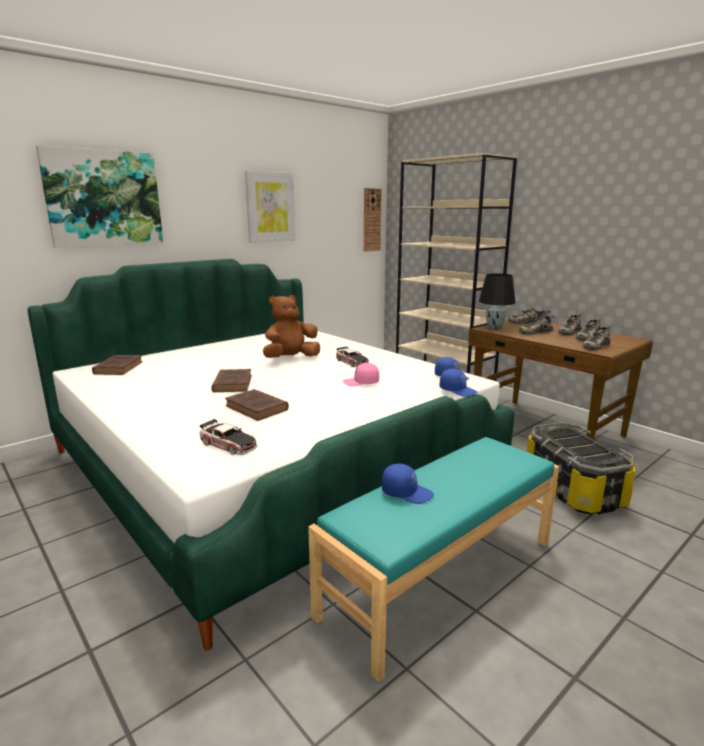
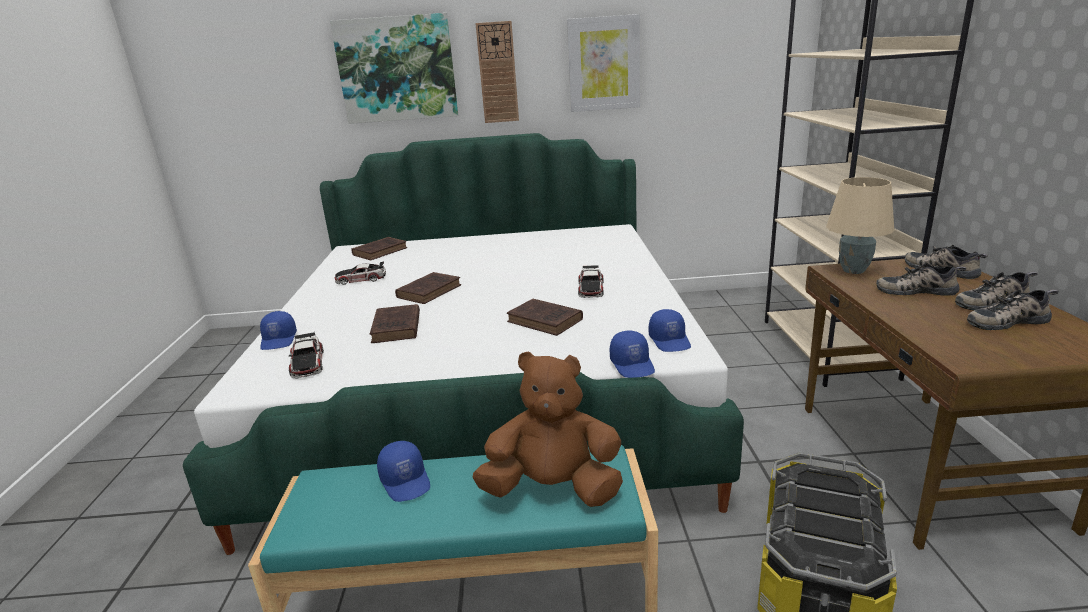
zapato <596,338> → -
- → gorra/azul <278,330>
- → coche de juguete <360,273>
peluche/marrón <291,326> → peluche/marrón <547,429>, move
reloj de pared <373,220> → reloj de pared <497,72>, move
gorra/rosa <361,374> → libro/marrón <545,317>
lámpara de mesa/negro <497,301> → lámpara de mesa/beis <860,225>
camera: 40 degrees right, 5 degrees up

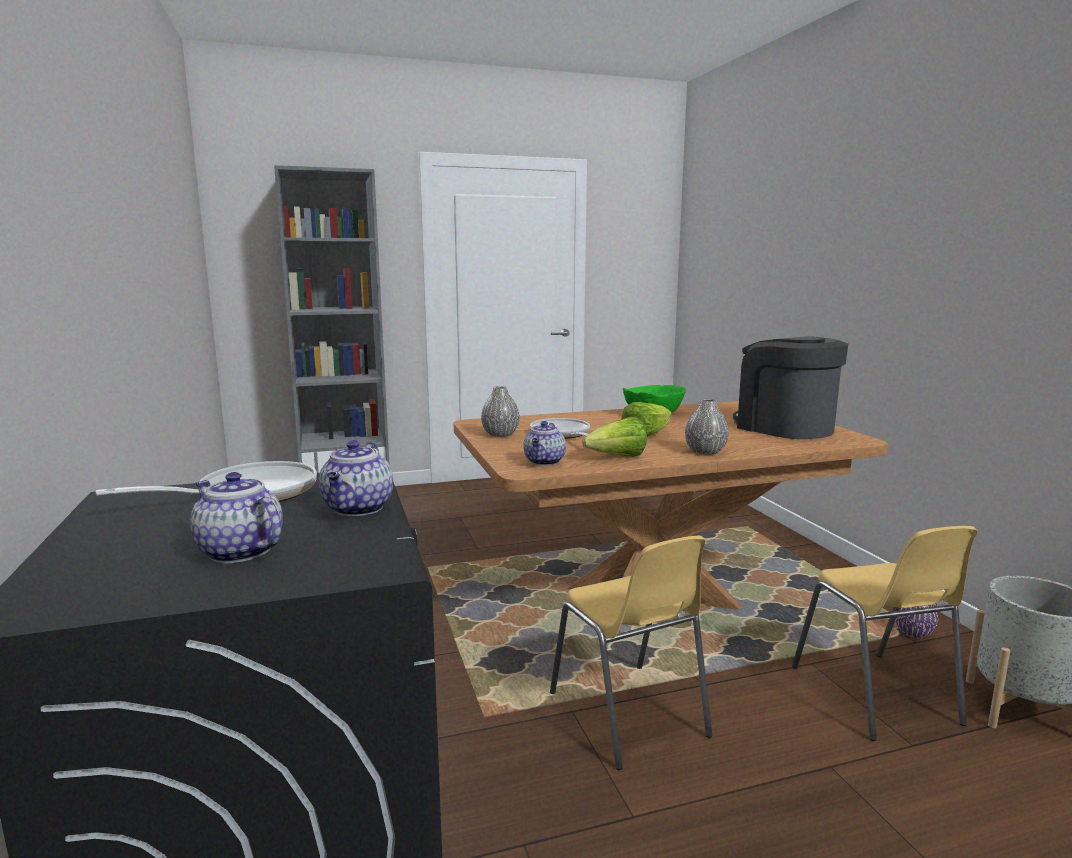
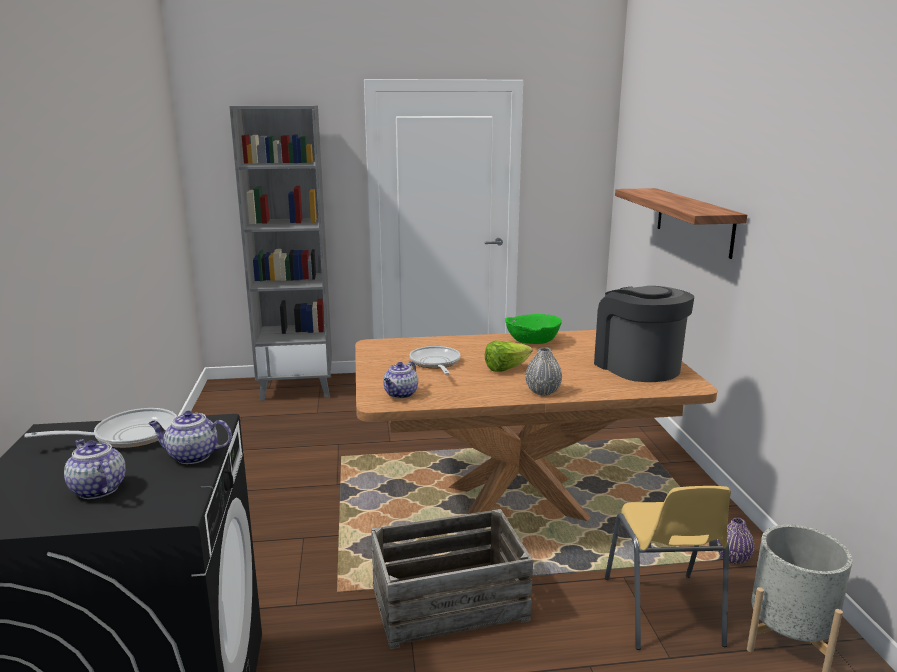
florero/gris <500,411> → -
lechuga <614,437> → -
- → estante <681,223>
silla/amarillo <631,653> → caja de embalaje <452,579>
tetera <356,478> → tetera <190,437>, 75 degrees clockwise
camera: 10 degrees right, 5 degrees up

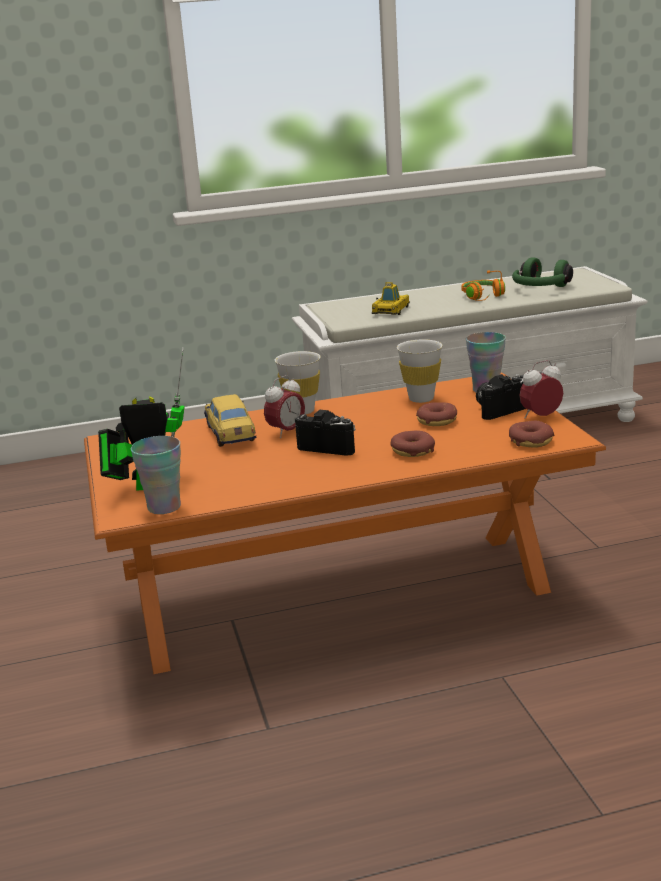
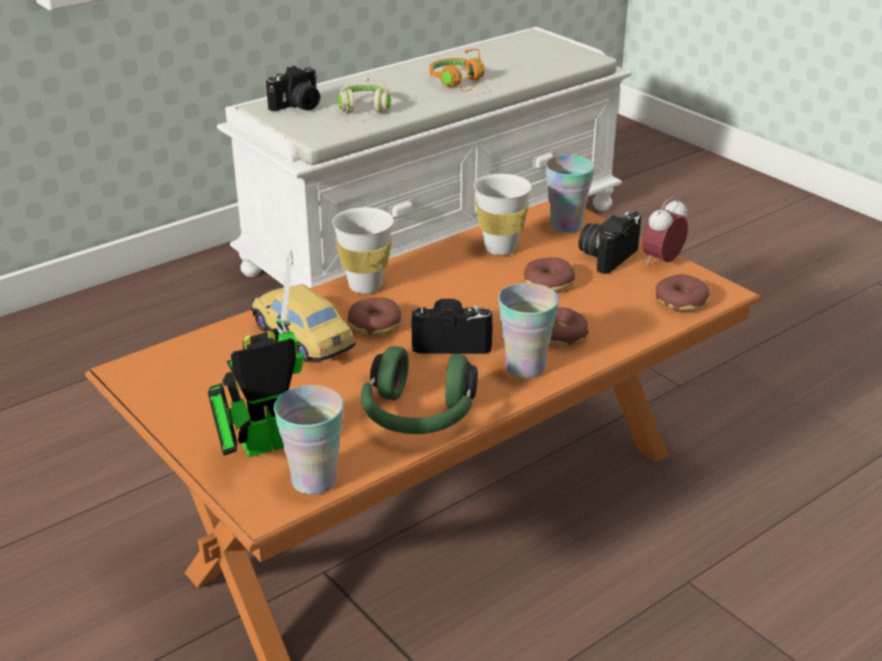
- → cámara <293,88>
- → taza <528,331>
auriculares/verde <542,272> → auriculares/verde <419,390>, move
despertador <284,406> → rosquilla <374,316>
coche de juguete <391,298> → auriculares/beis <360,97>
camera: 25 degrees left, 10 degrees up

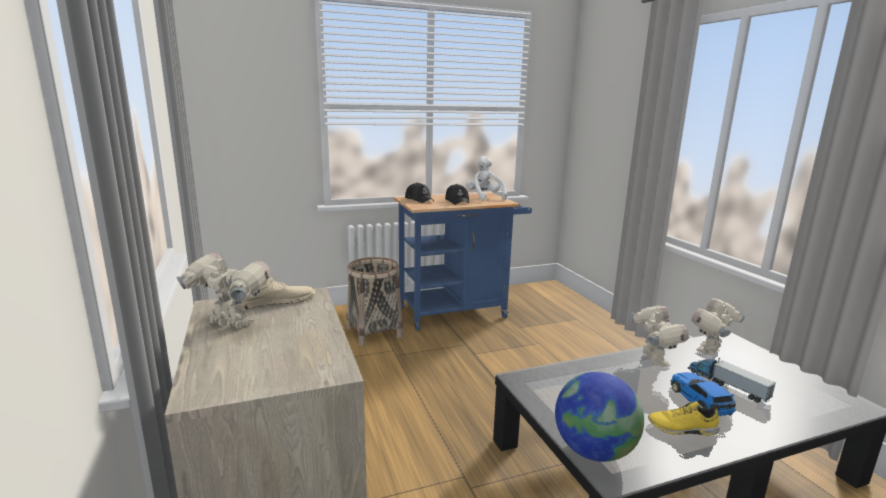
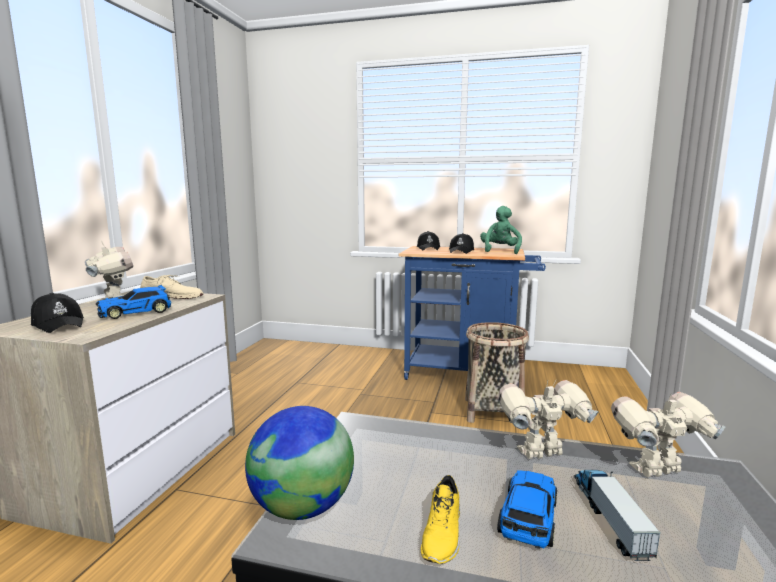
- → gorra/negro <57,313>
- → coche de juguete <133,302>
cesta <375,301> → cesta <497,372>, move
peluche/blanco <486,178> → peluche/verde <501,230>
robot de juguete <660,336> → robot de juguete <548,419>, 135 degrees counterclockwise
zapato/amarillo <684,418> → zapato/amarillo <440,519>, 120 degrees counterclockwise
camera: 35 degrees right, 5 degrees down

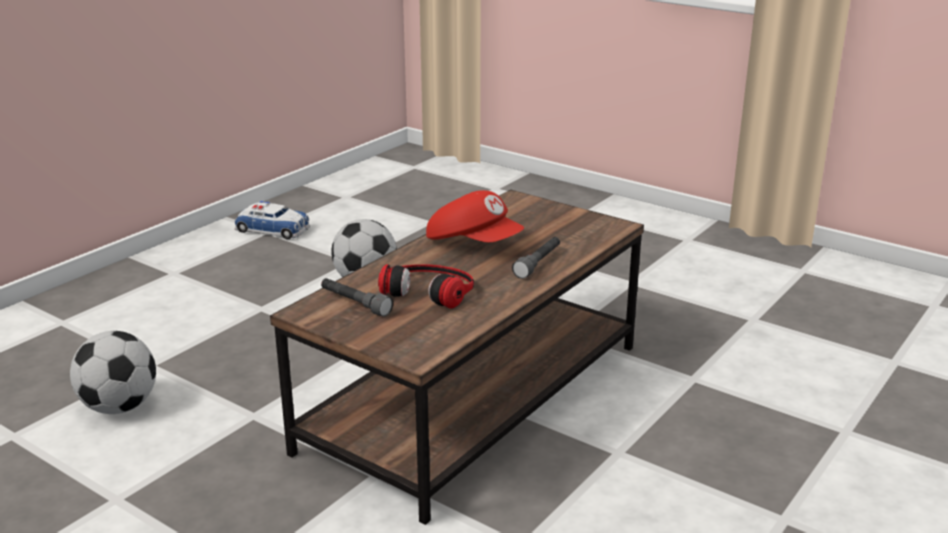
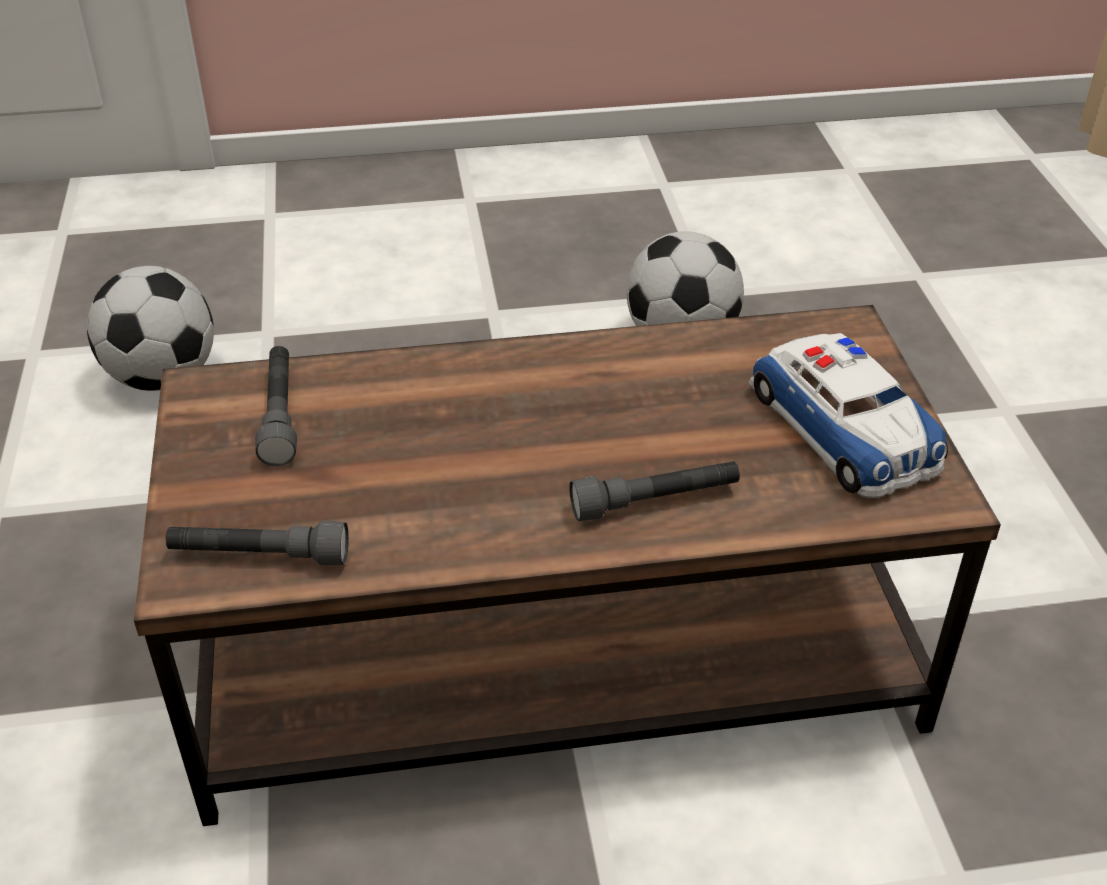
auriculares <426,286> → -
gorra/rojo <475,216> → -
- → linterna/gris <257,542>
coche de juguete <272,220> → coche de juguete <848,415>, move
camera: 45 degrees right, 15 degrees up

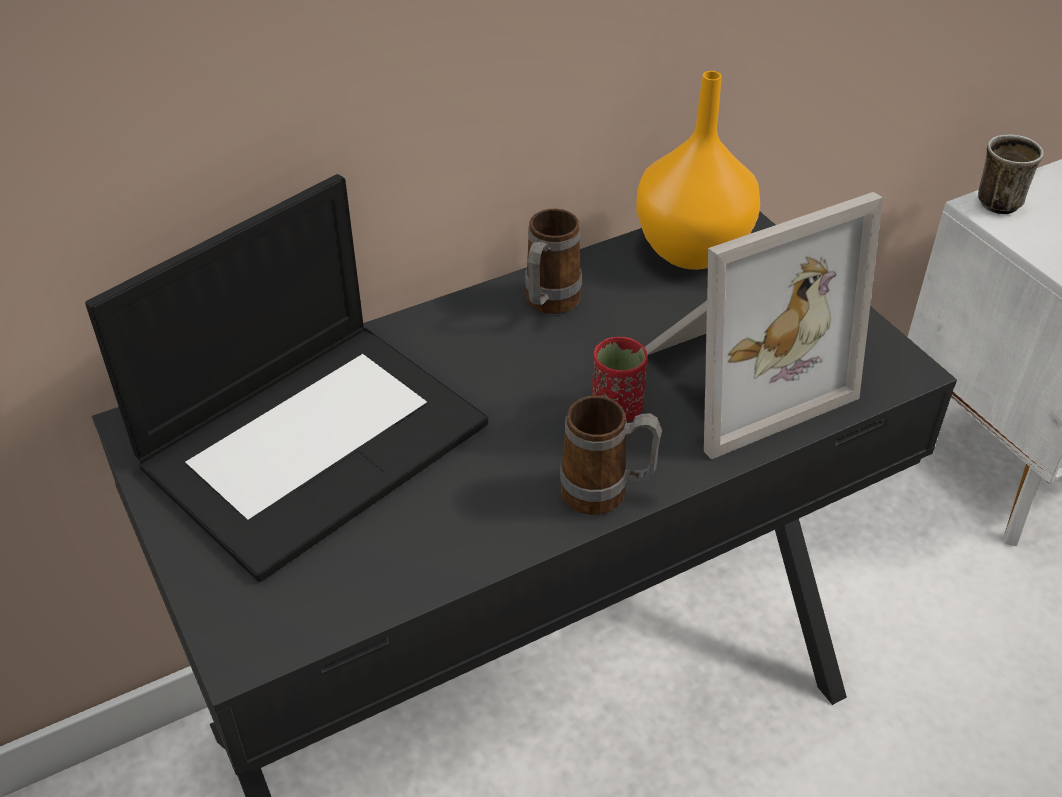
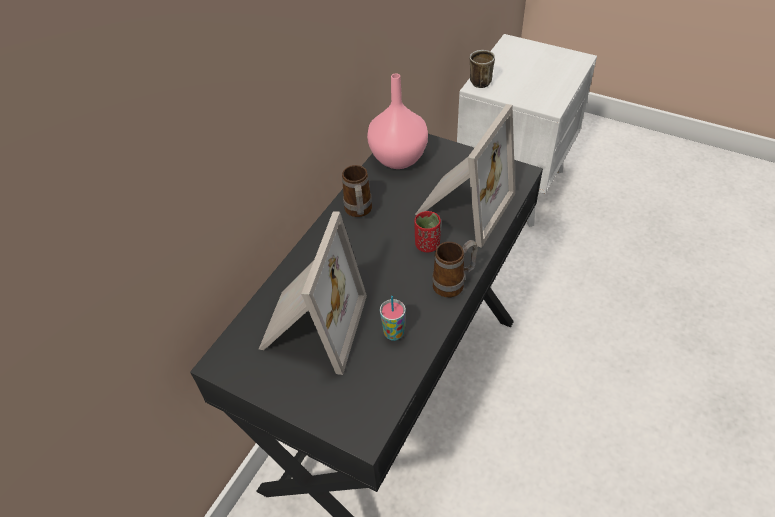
- → taza <393,318>
portátil <286,378> → portarretratos <313,293>
florero/naranja <698,170> → florero/rosa <397,121>
camera: 30 degrees left, 5 degrees up

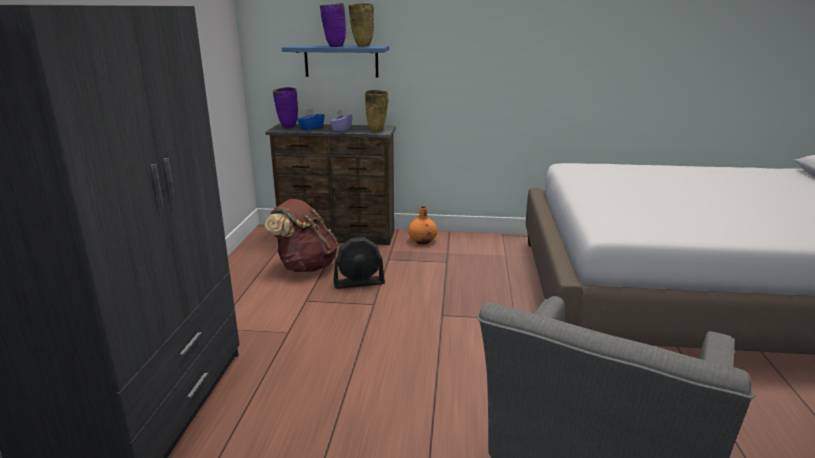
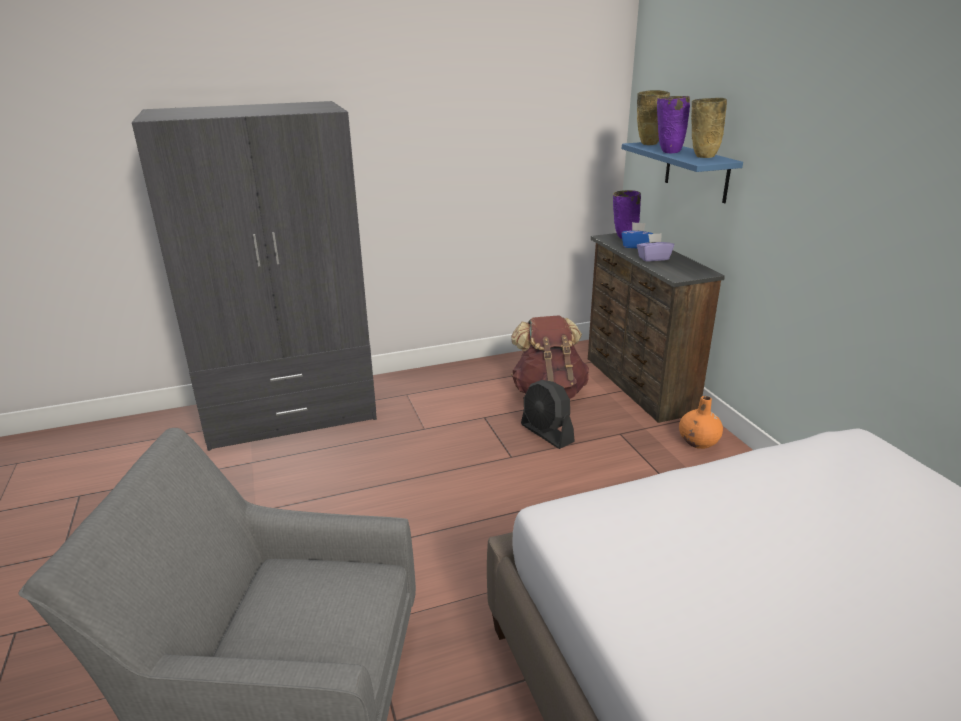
florero/beis <377,111> → florero/beis <653,117>, move
camera: 65 degrees right, 5 degrees up

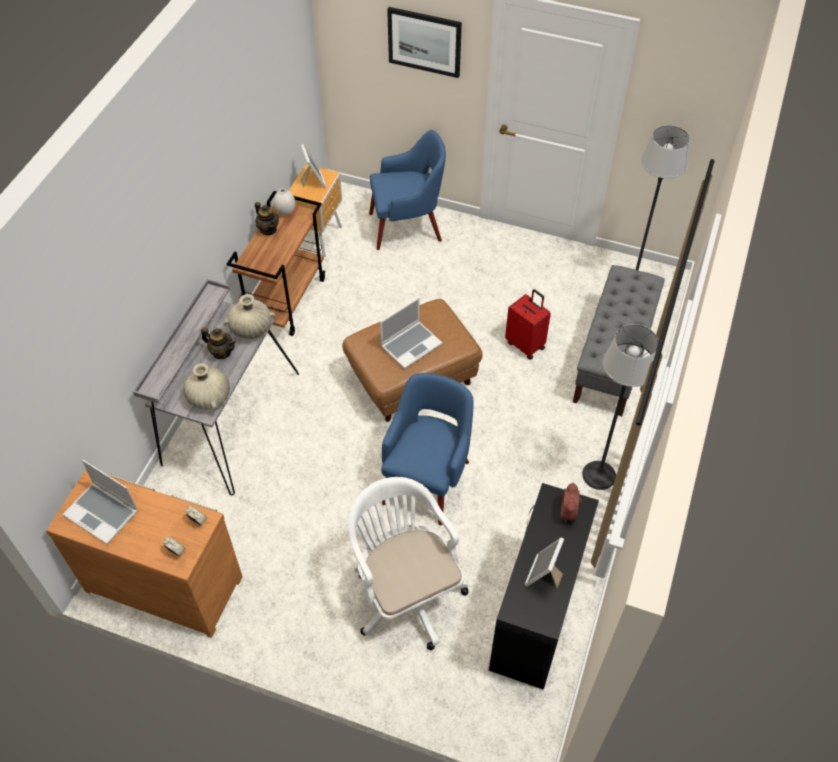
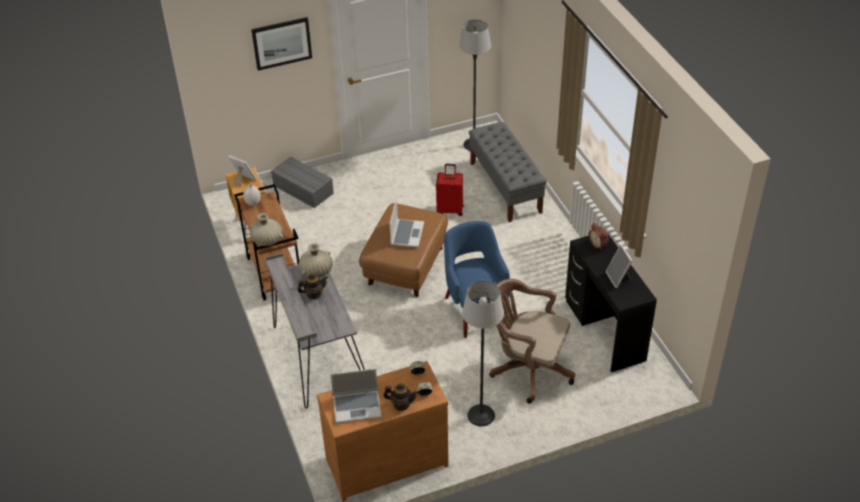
florero/beis <206,386> → florero/beis <266,229>, move
tetera <267,218> → tetera <400,397>, move
lámpara de pie <620,407> → lámpara de pie <483,354>, move
sillón/azul <407,190> → caja de almacenaje/gris <302,182>
silla de oficina/blanco <408,563> → silla de oficina/marrón <532,341>
camera: 40 degrees left, 10 degrees down

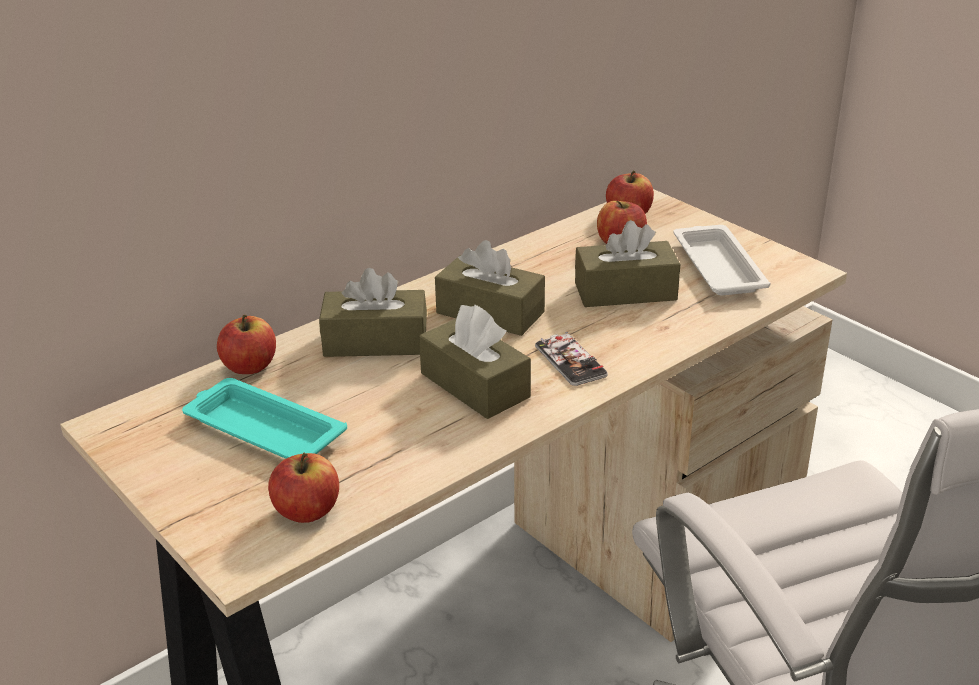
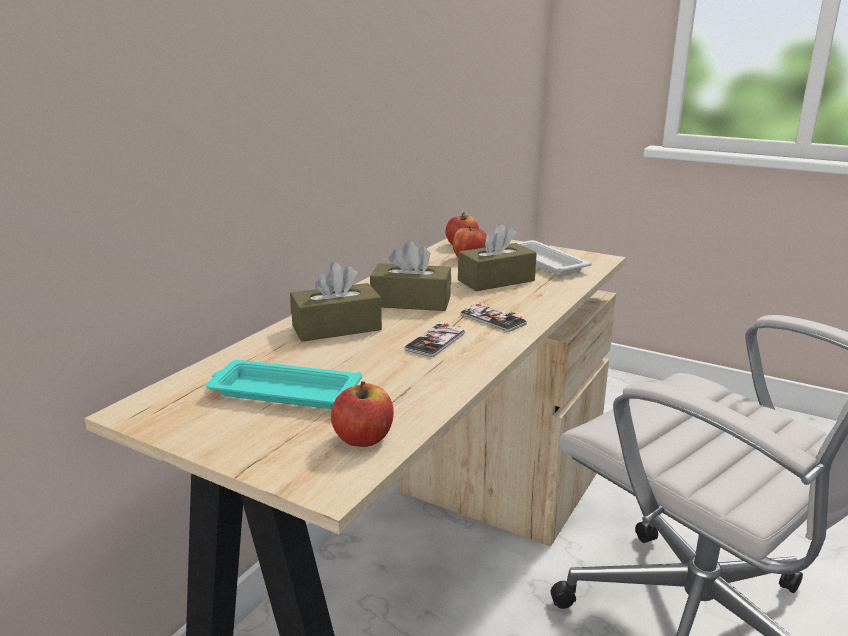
manzana <246,344> → -
caja de pañuelos/marrón <475,361> → móvil <434,339>
camera: 20 degrees left, 10 degrees down

